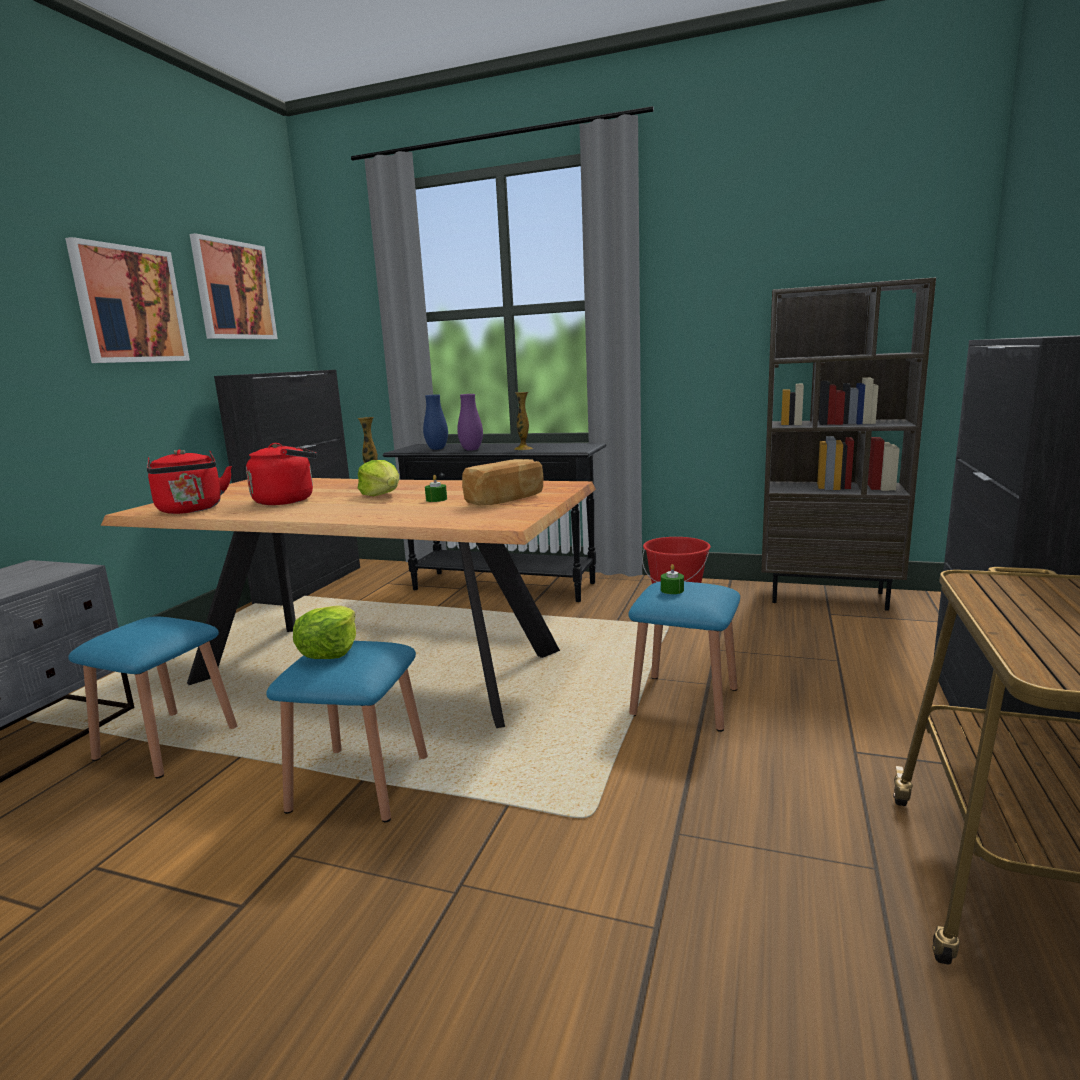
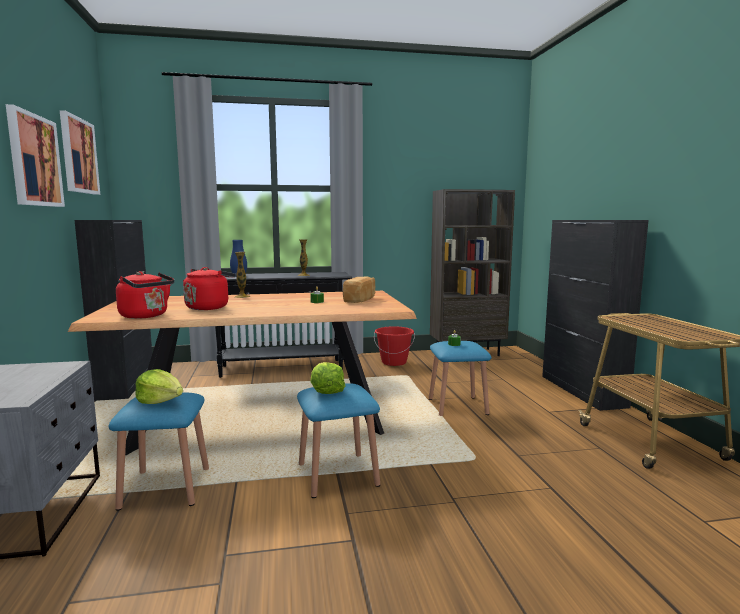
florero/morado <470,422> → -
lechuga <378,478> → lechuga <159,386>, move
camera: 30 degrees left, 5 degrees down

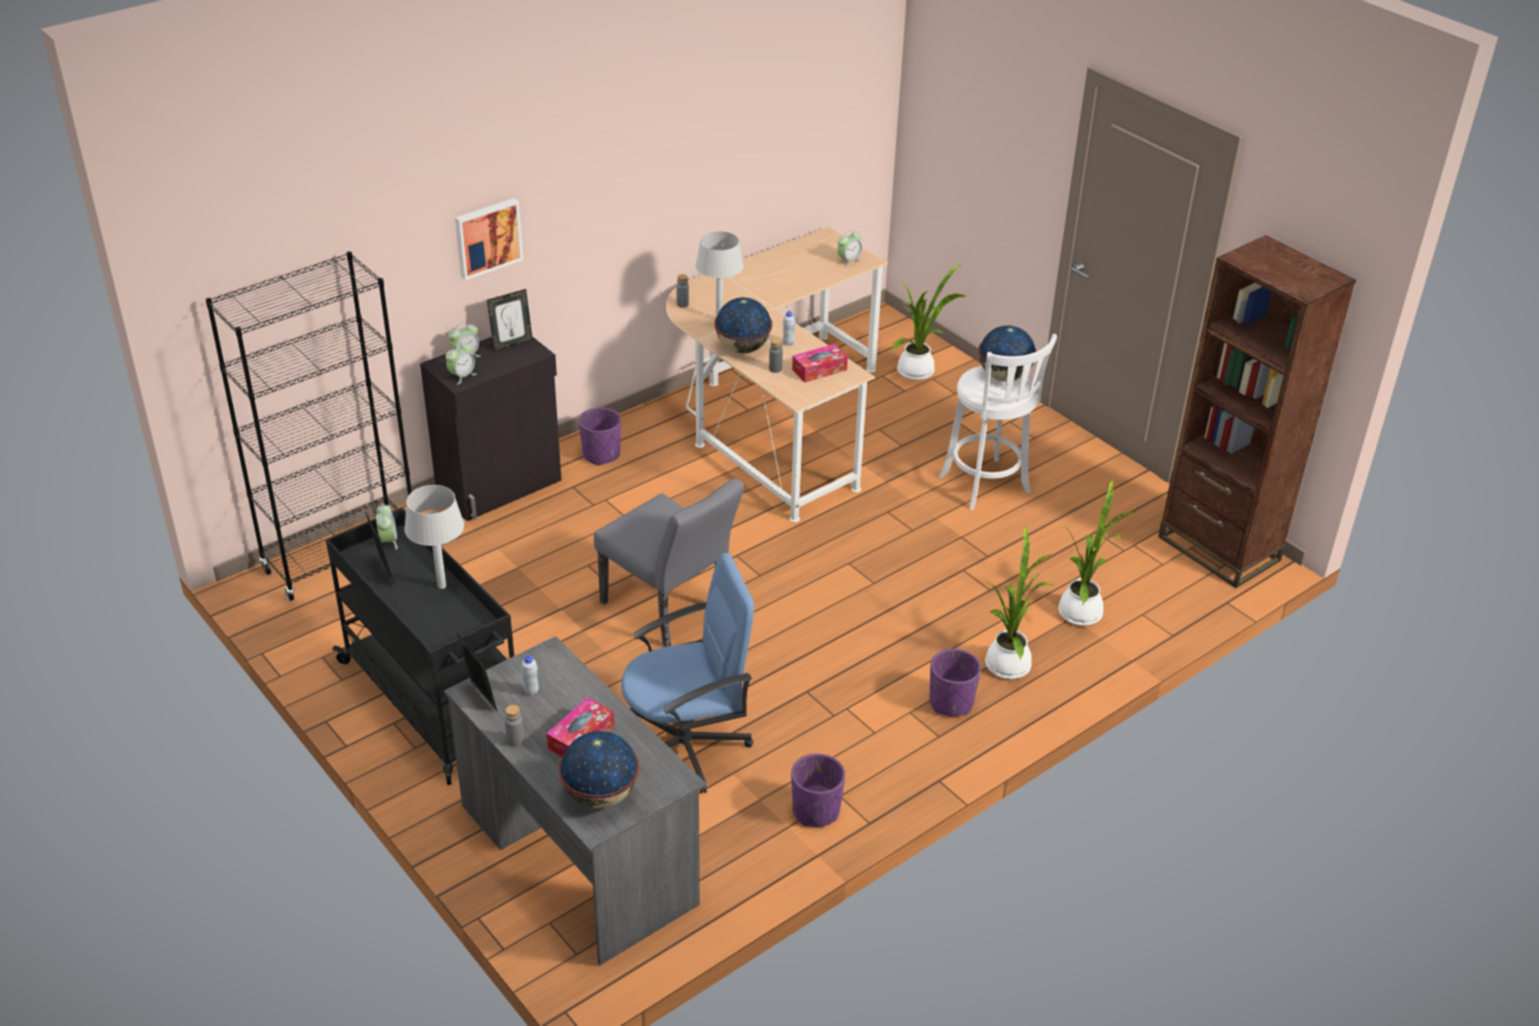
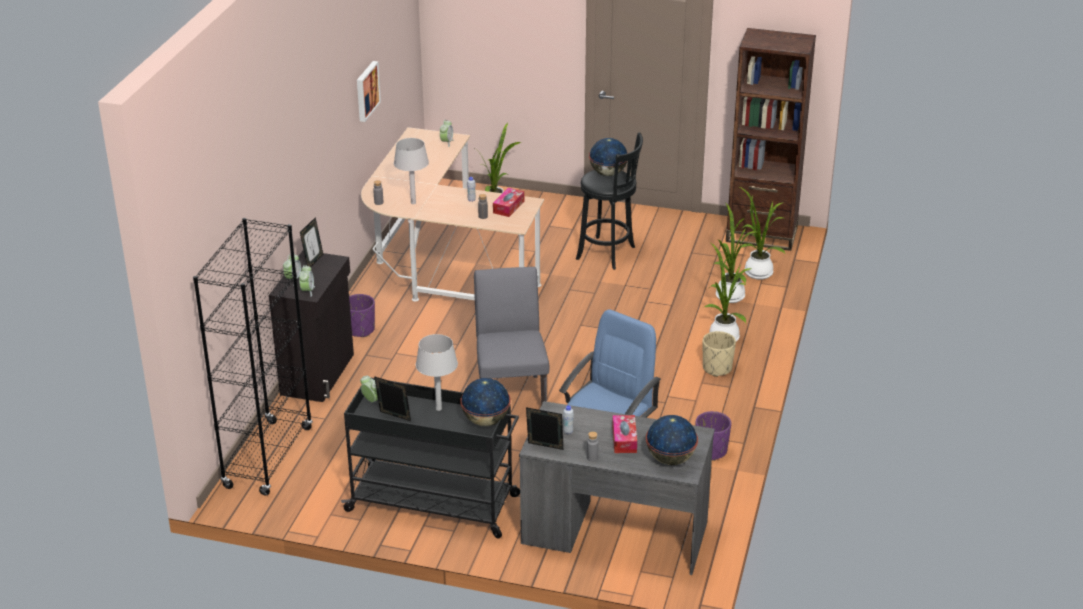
- → planta en maceta <762,233>
cuadro <489,239> → cuadro <369,91>, move
globo terráqueo <743,325> → globo terráqueo <485,402>, move
maceta/morado <955,683> → maceta/beis <719,354>
taburete/blanco <998,422> → taburete/negro <609,201>
silla/gris <669,562> → silla/gris <511,336>, 105 degrees counterclockwise
camera: 35 degrees left, 5 degrees down

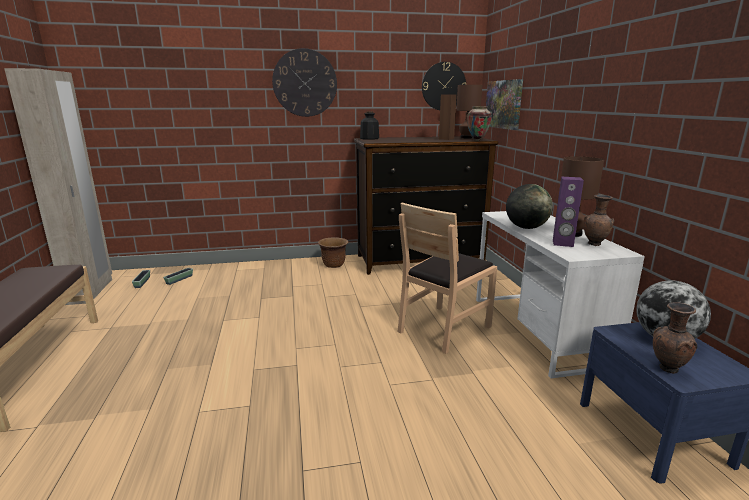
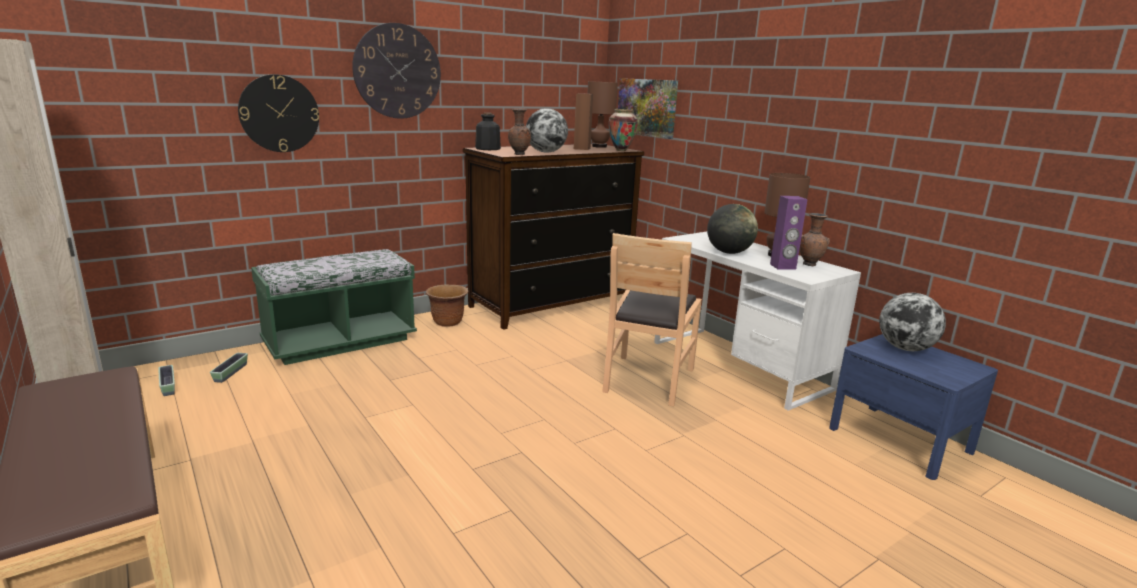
- → banco/verde <334,307>
- → globo terráqueo <547,130>
reloj de pared <444,86> → reloj de pared <278,113>, move
florero/marrón <675,338> → florero/marrón <519,132>, move
camera: 25 degrees left, 0 degrees up

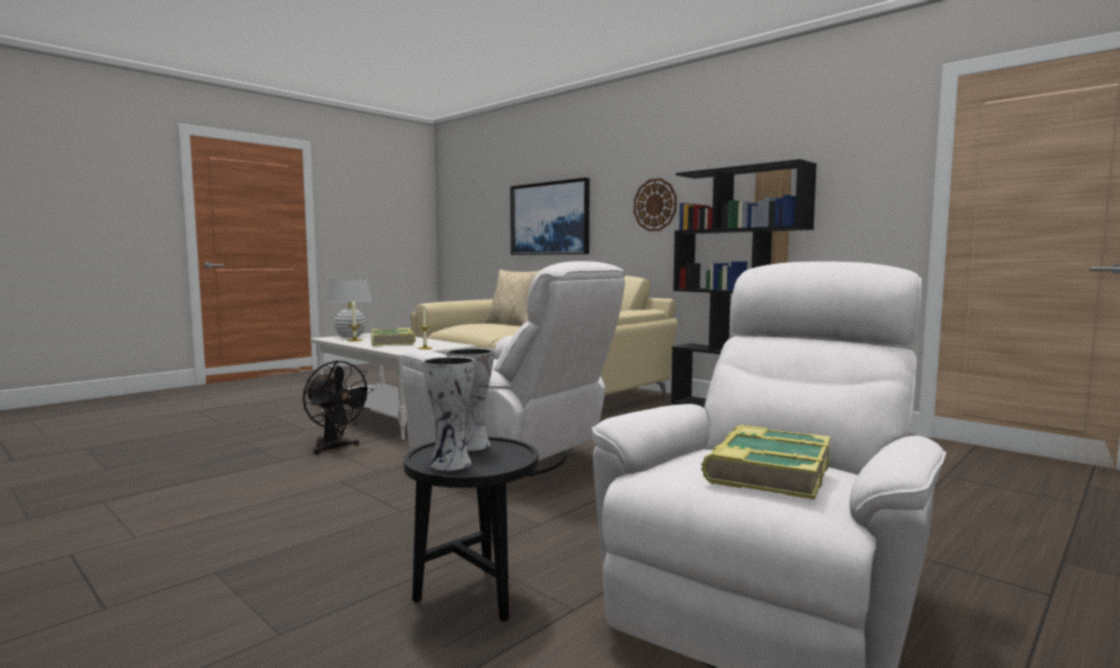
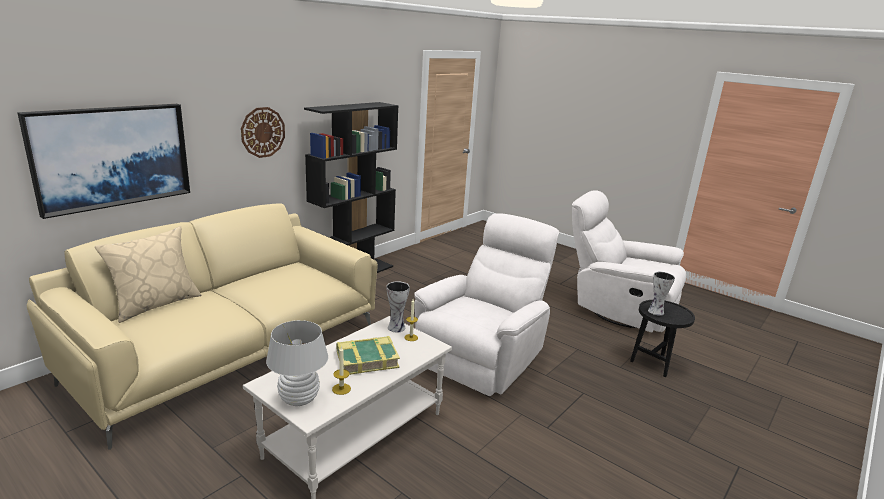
ventilador/negro <338,407> → -
libro <766,462> → -
florero <448,413> → florero <398,306>, move
camera: 95 degrees left, 15 degrees up

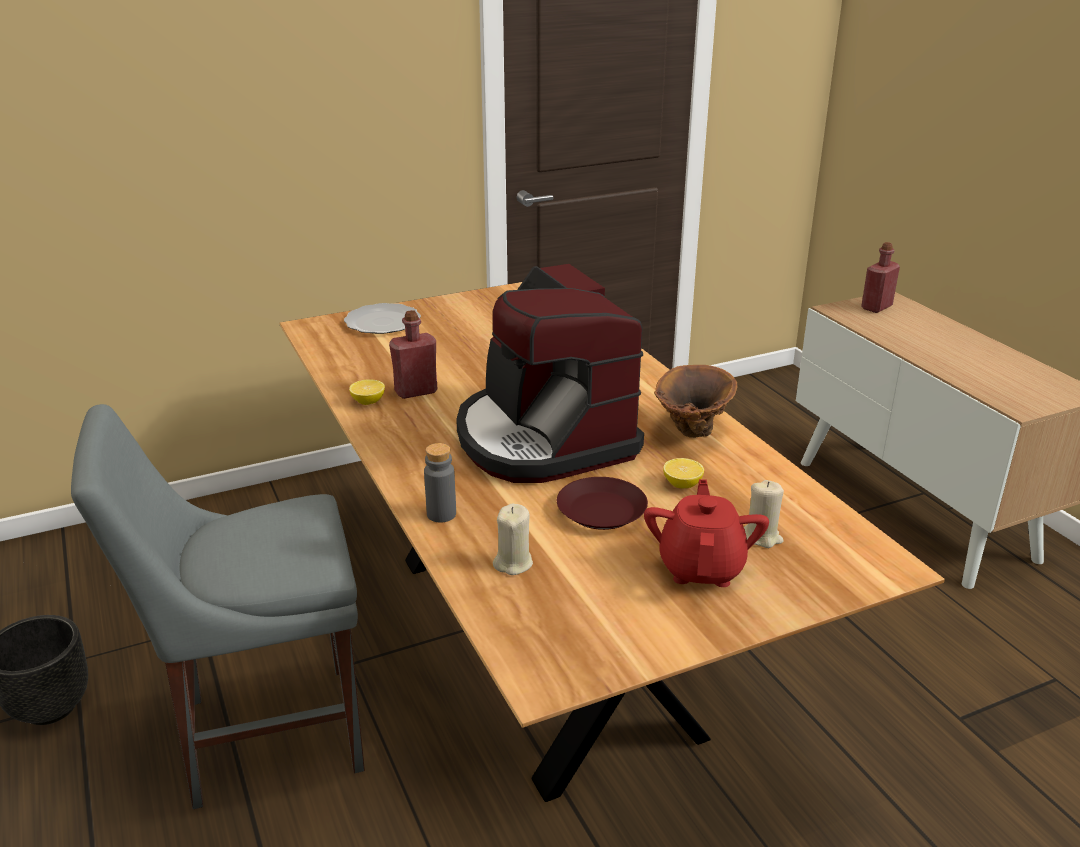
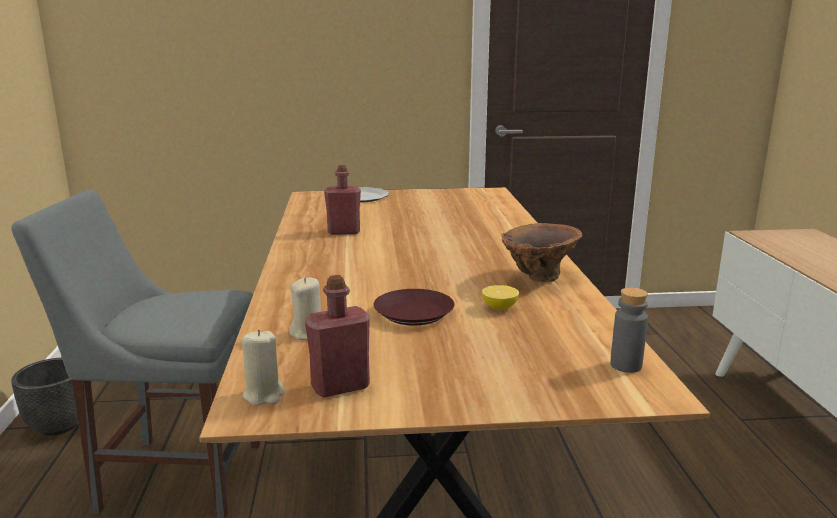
limón <367,392> → -
cafetera <550,373> → -
tetera/rojo <706,533> → -
botella/gris <440,483> → botella/gris <629,330>, move
vela/beis <764,514> → vela/beis <263,367>, move
botella/rojo <880,277> → botella/rojo <337,336>, move
camera: 20 degrees right, 10 degrees down

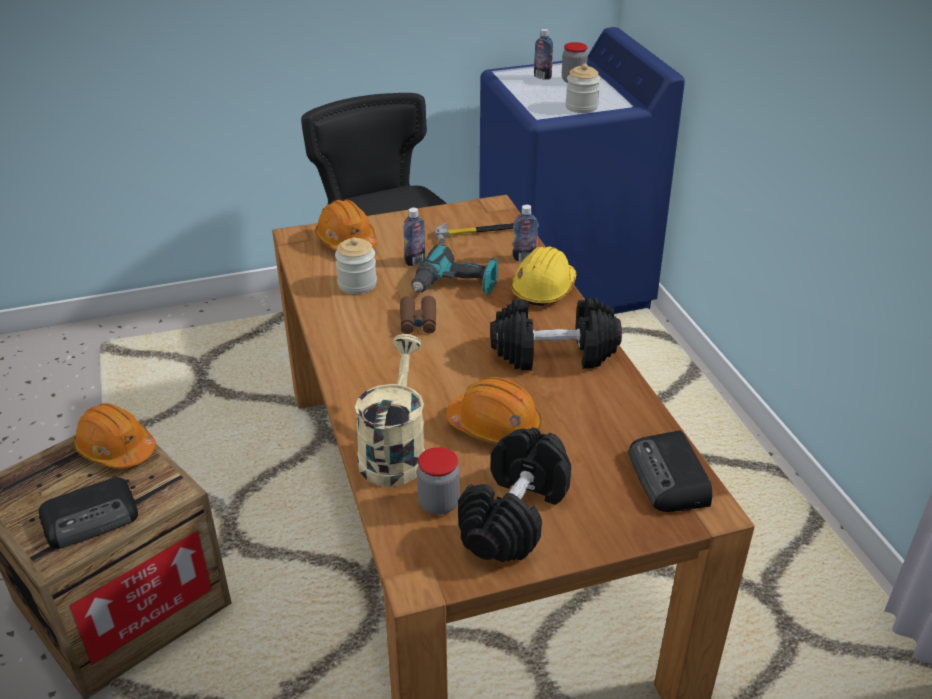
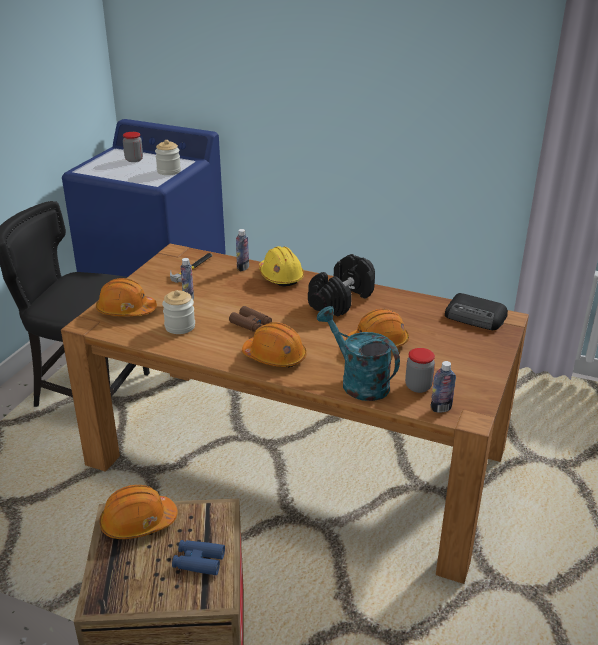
taladro <454,269> → -
mancuerna/negro <514,495> → -
- → casco/naranja <274,345>
botella <543,54> → botella <443,387>, move
radio <88,513> → prismáticos/azul <198,557>
regadera/beis <390,410> → regadera/turquesa <358,353>
camera: 50 degrees left, 5 degrees down

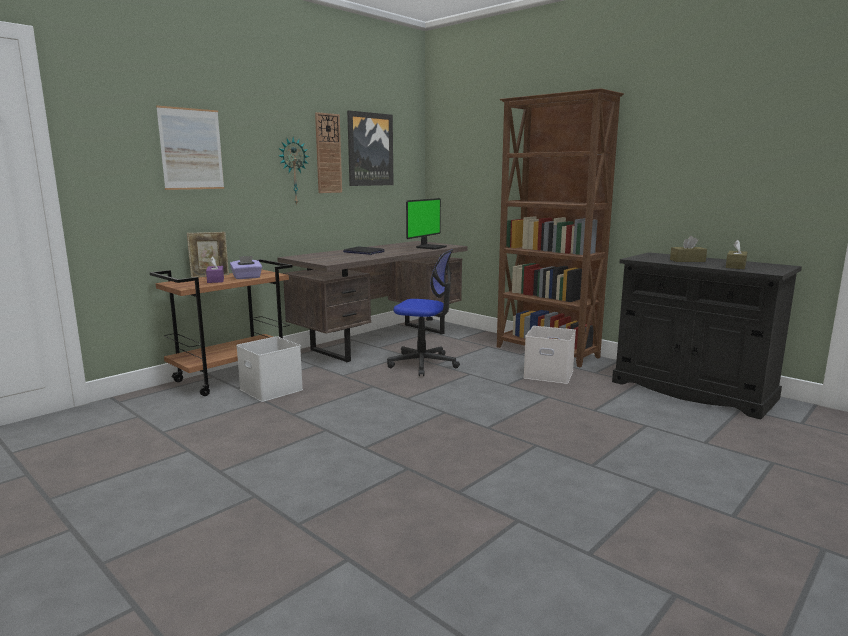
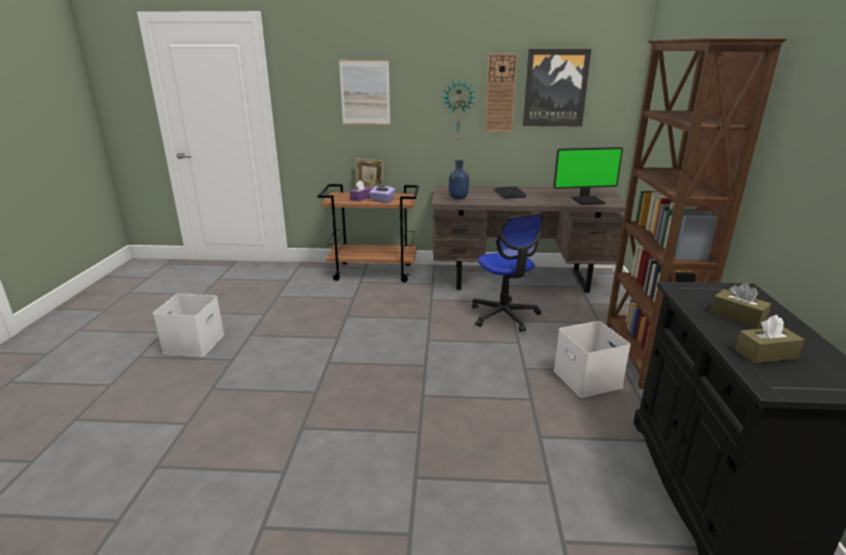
- → botella/azul <459,179>
caja de almacenaje/blanco <269,369> → caja de almacenaje/blanco <188,325>, move
camera: 50 degrees right, 10 degrees up

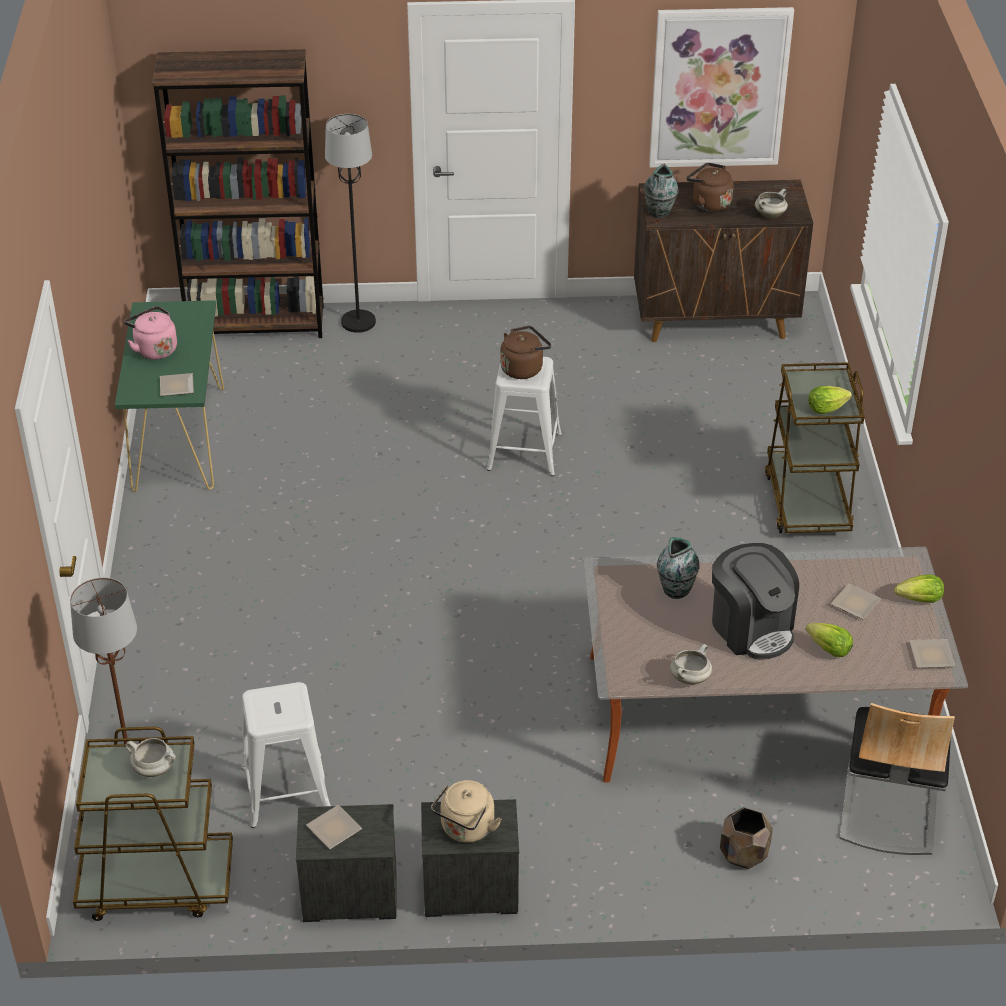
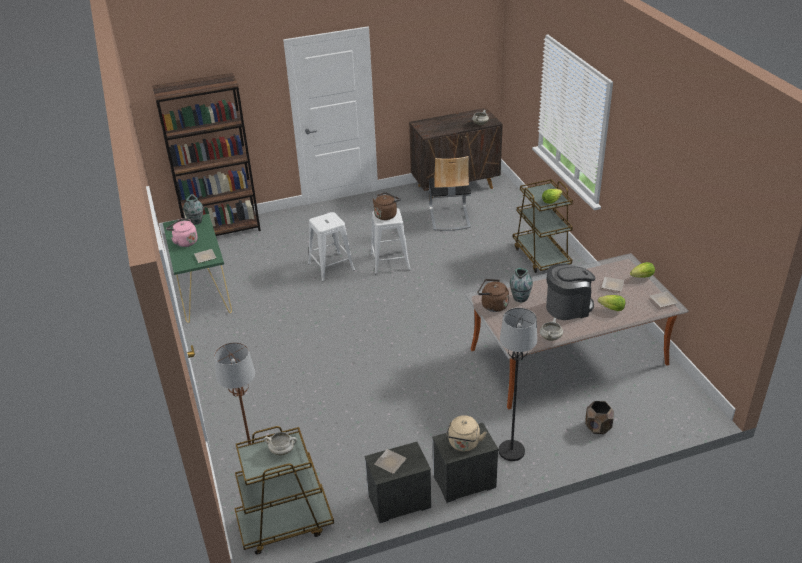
cuadro <721,87> → -
taburete/blanco <286,755> → taburete/blanco <331,247>, move
lámpara de pie/negro <350,223> → lámpara de pie/negro <518,384>, move
florero <661,191> → florero <193,209>, move
hervidor/marrón <710,187> → hervidor/marrón <493,295>, move
silla <897,779> → silla <450,193>, move
cafetera <755,601> → cafetera <571,292>, 60 degrees counterclockwise
camera: 15 degrees left, 5 degrees down

